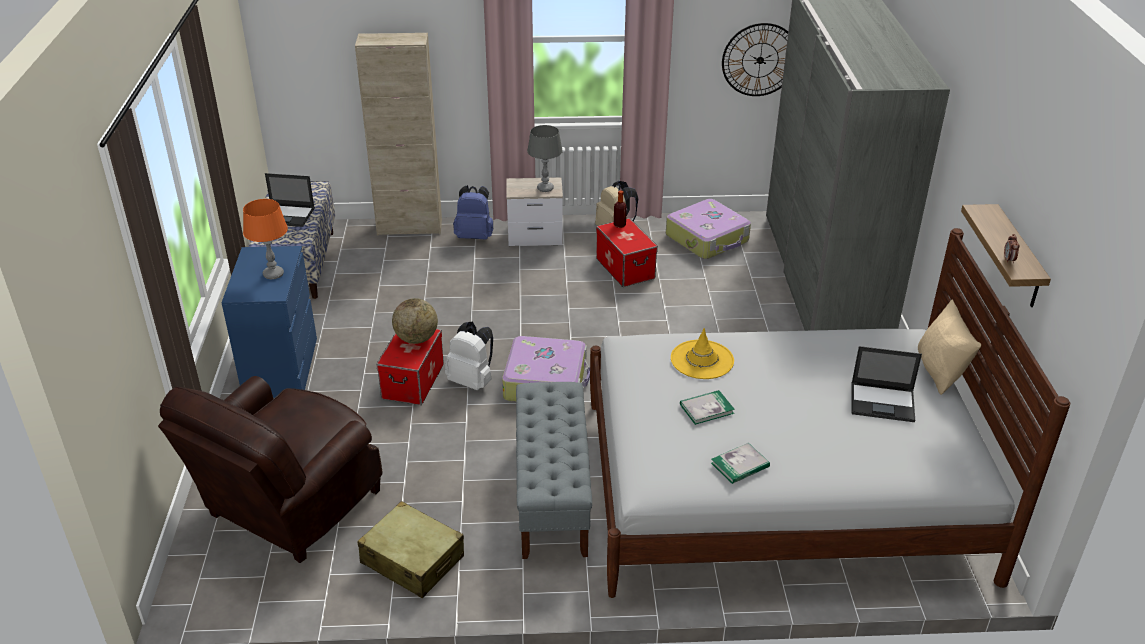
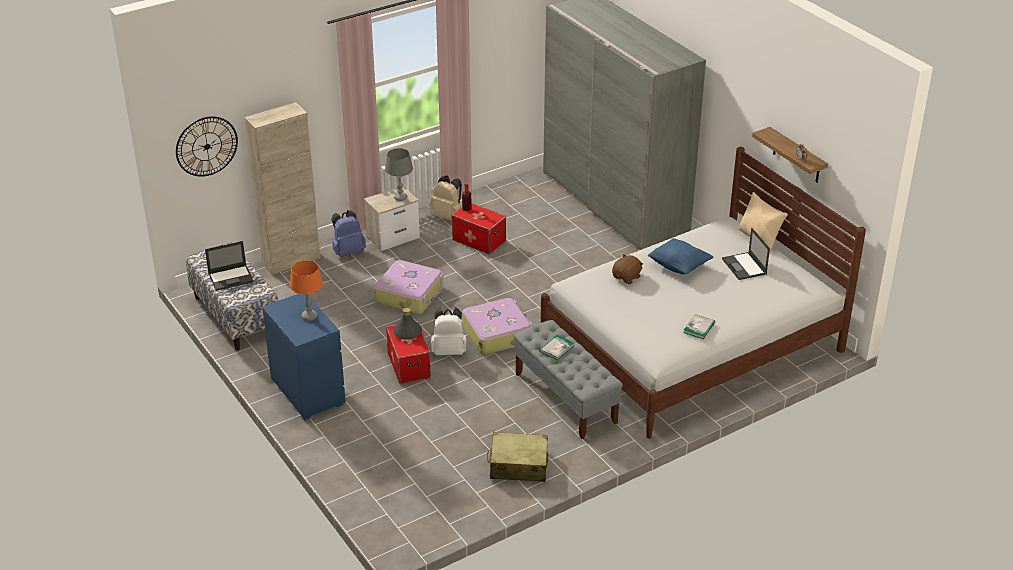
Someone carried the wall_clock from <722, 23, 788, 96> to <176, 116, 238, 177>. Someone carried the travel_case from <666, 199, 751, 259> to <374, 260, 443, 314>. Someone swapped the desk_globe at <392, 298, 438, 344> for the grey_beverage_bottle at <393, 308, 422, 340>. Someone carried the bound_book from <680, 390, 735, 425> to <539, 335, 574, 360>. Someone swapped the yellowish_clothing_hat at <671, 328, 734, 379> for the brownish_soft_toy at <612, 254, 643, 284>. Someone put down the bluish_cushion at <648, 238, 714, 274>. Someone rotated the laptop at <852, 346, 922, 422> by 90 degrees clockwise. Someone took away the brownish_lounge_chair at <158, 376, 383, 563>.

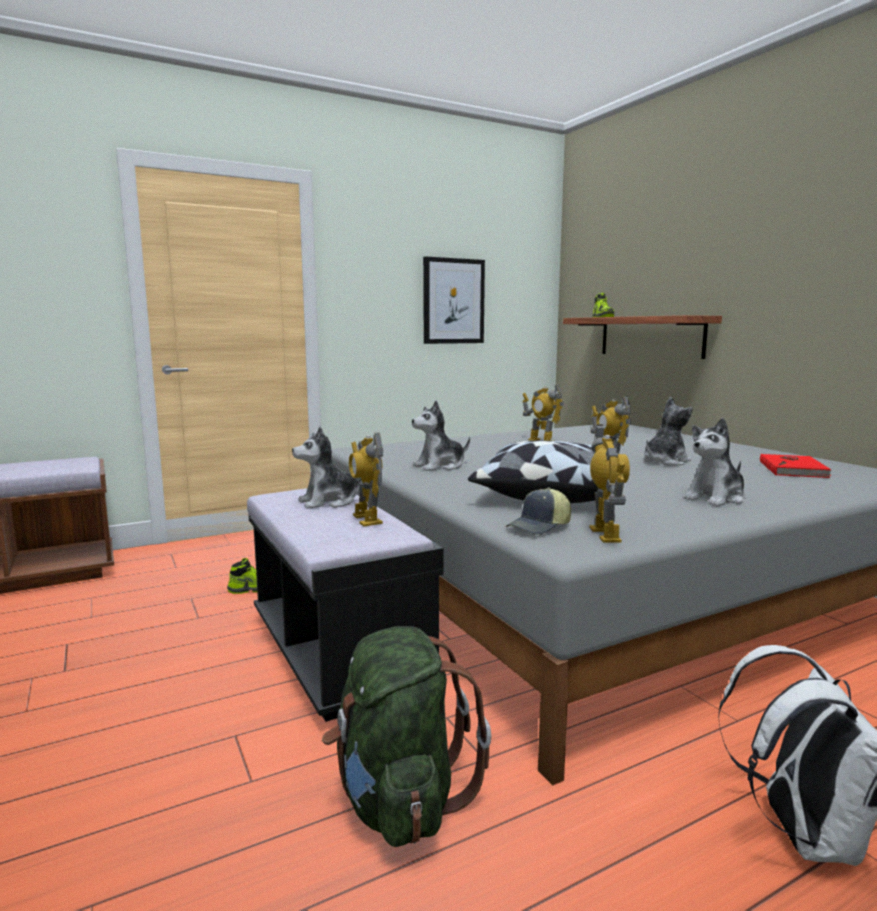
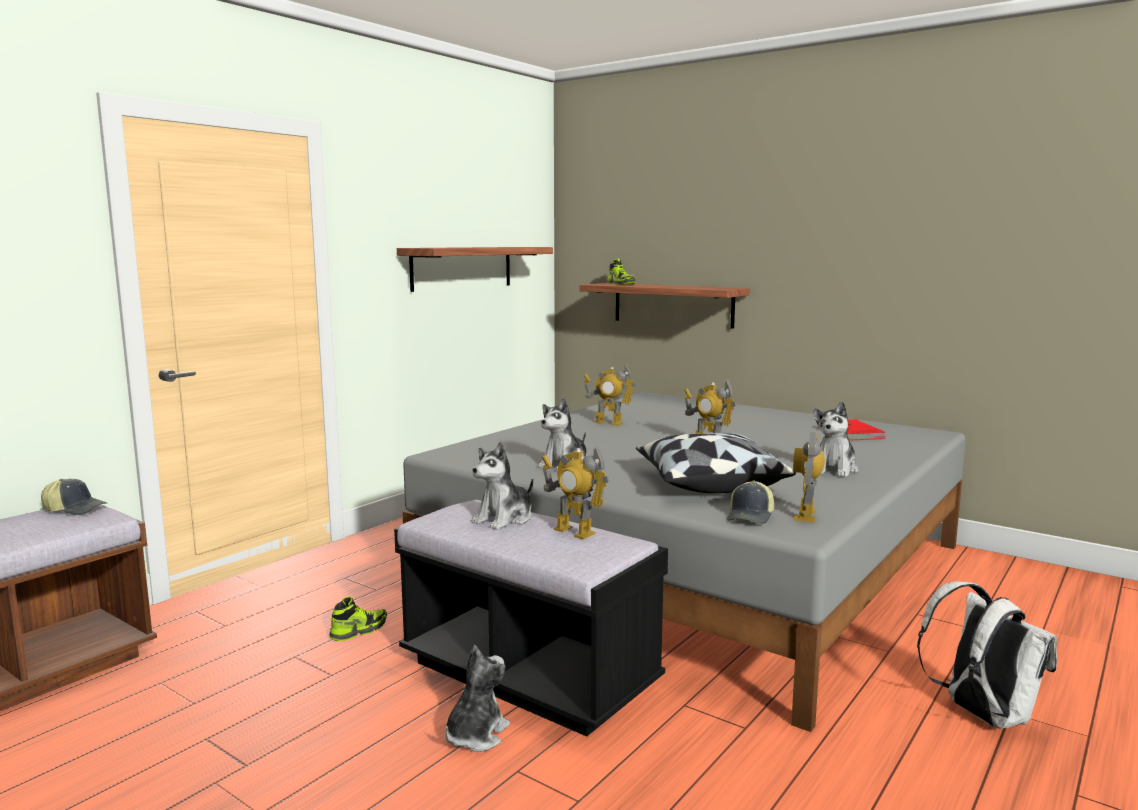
Someone put down the cap at <41, 479, 107, 515>. Someone swapped the picture at <423, 256, 485, 344> for the shelf at <397, 247, 553, 292>. Someone carried the soft_toy from <644, 396, 692, 466> to <446, 645, 510, 752>. Someone rotated the model_robot at <590, 424, 630, 543> by 135 degrees counterclockwise. Someone took away the green-coloured_knapsack at <322, 626, 491, 847>.

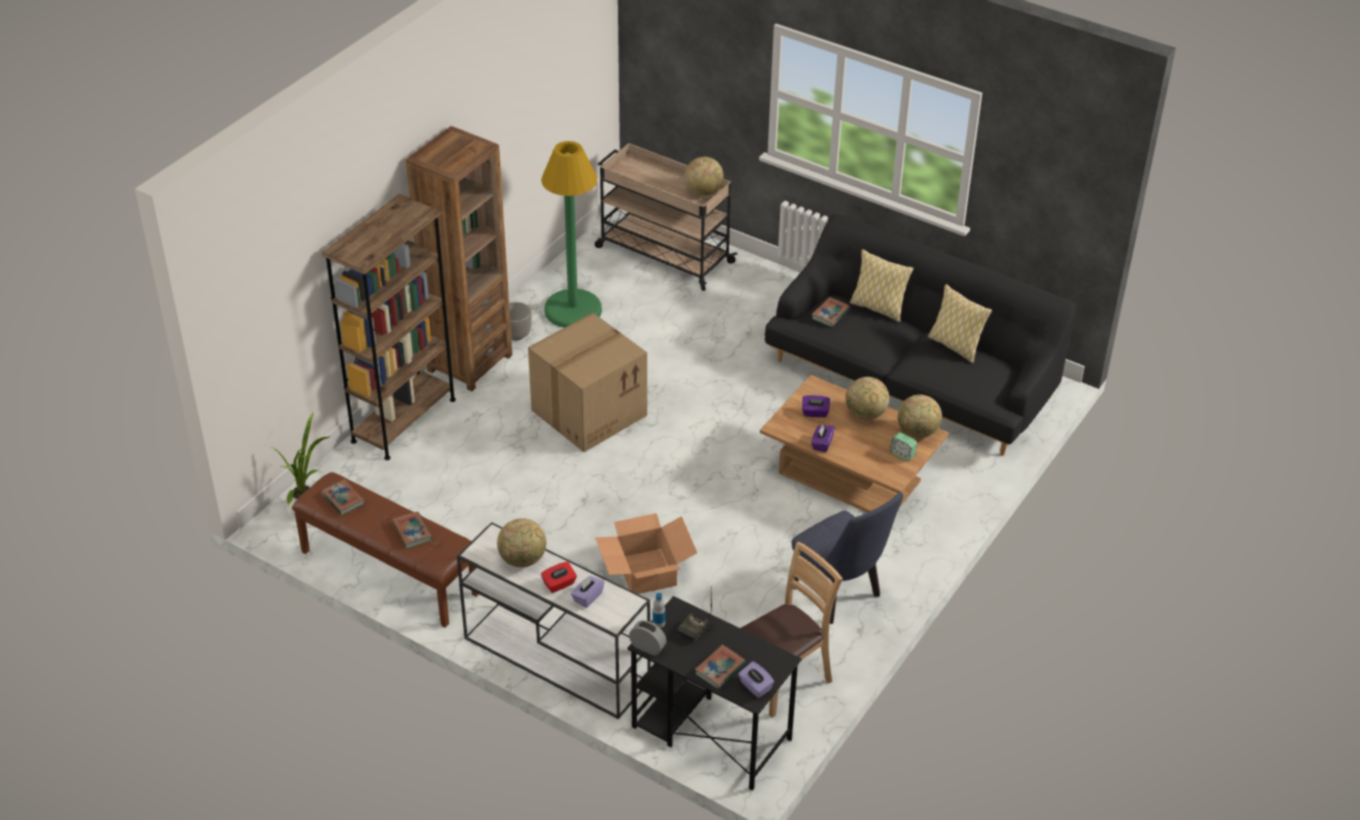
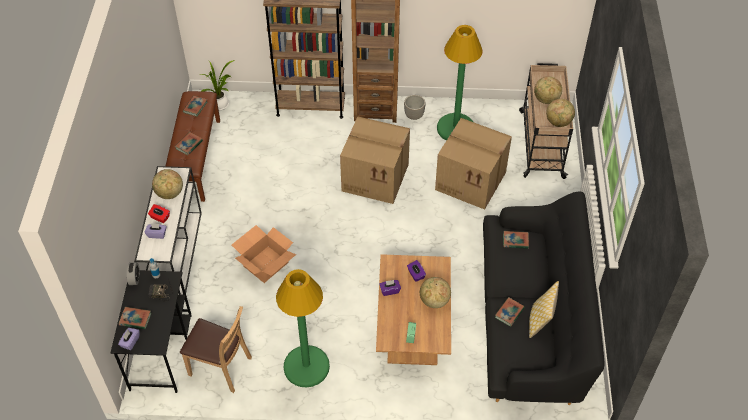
Someone swapped the bluish_plain_chair at <792, 492, 903, 624> for the green-coloured_standing_lamp at <276, 269, 330, 387>. Someone put down the cardboard_box at <435, 118, 512, 210>. Someone put down the bound_book at <495, 297, 525, 327>. Someone carried the desk_globe from <898, 395, 942, 438> to <534, 76, 562, 104>. Someone took away the cushion at <850, 249, 913, 322>.

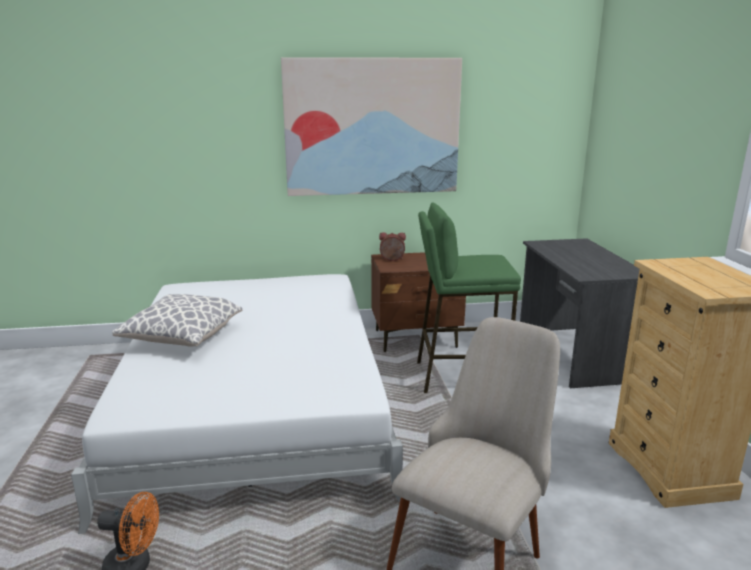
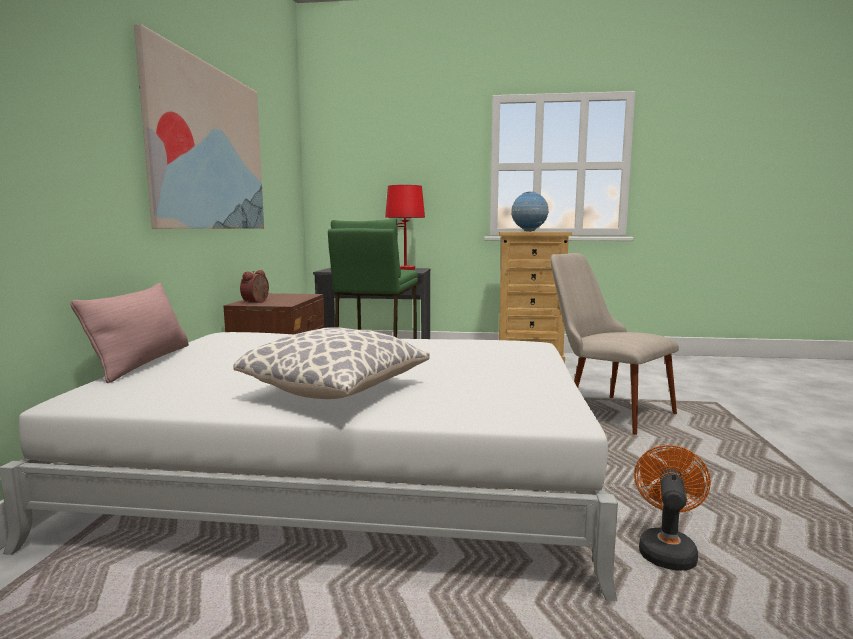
Someone put down the pinkish_cushion at <70, 283, 189, 383>. Someone put down the red_tabletop_lamp at <385, 185, 425, 270>. Someone put down the desk_globe at <511, 191, 549, 232>.

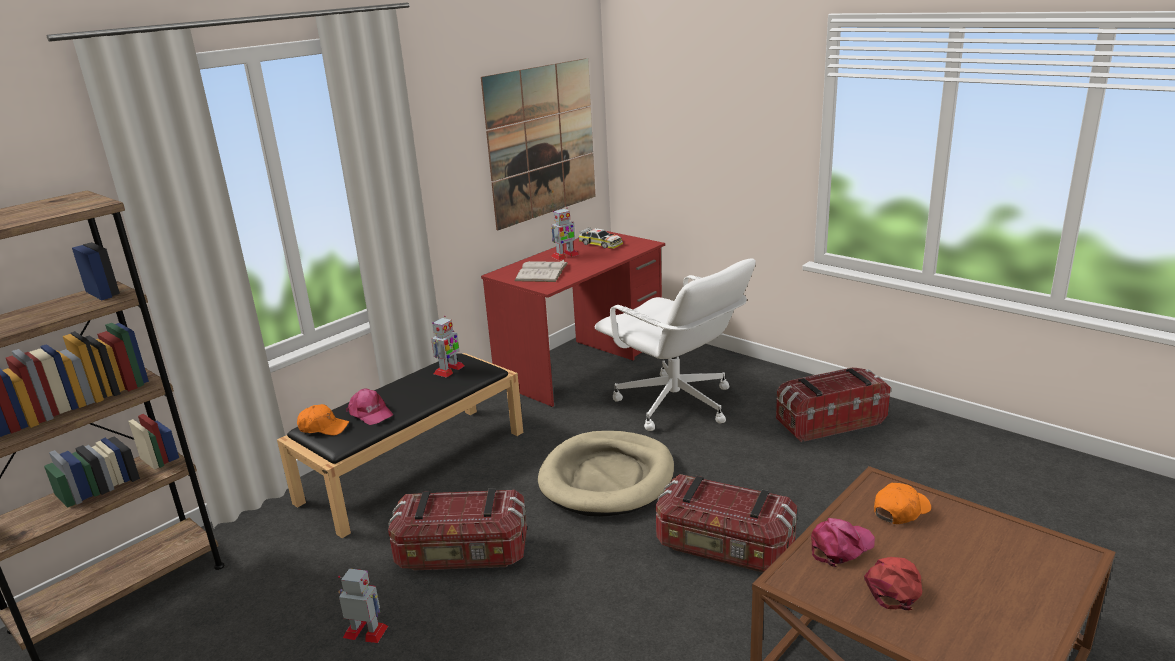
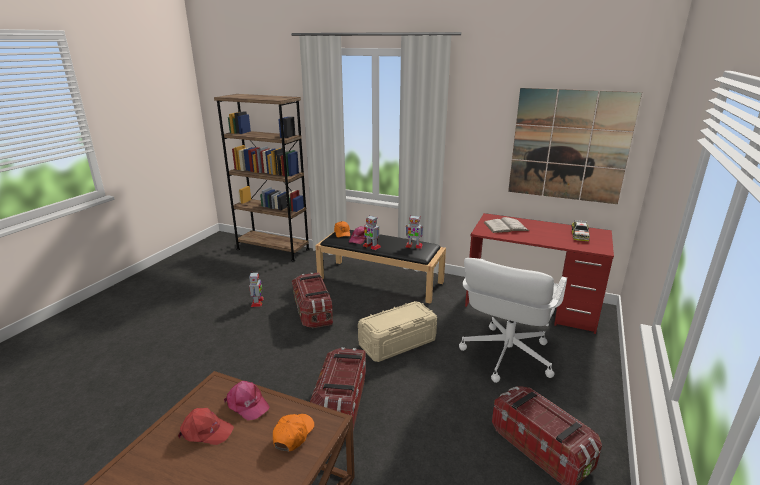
Someone rotated the orangey_cap at <874, 483, 931, 524> by 105 degrees counterclockwise. Someone swapped the beige-coloured_pet_bed at <538, 431, 674, 517> for the beige-coloured_storage_bin at <358, 301, 437, 362>. Someone carried the model_robot from <551, 207, 579, 260> to <363, 215, 381, 250>.

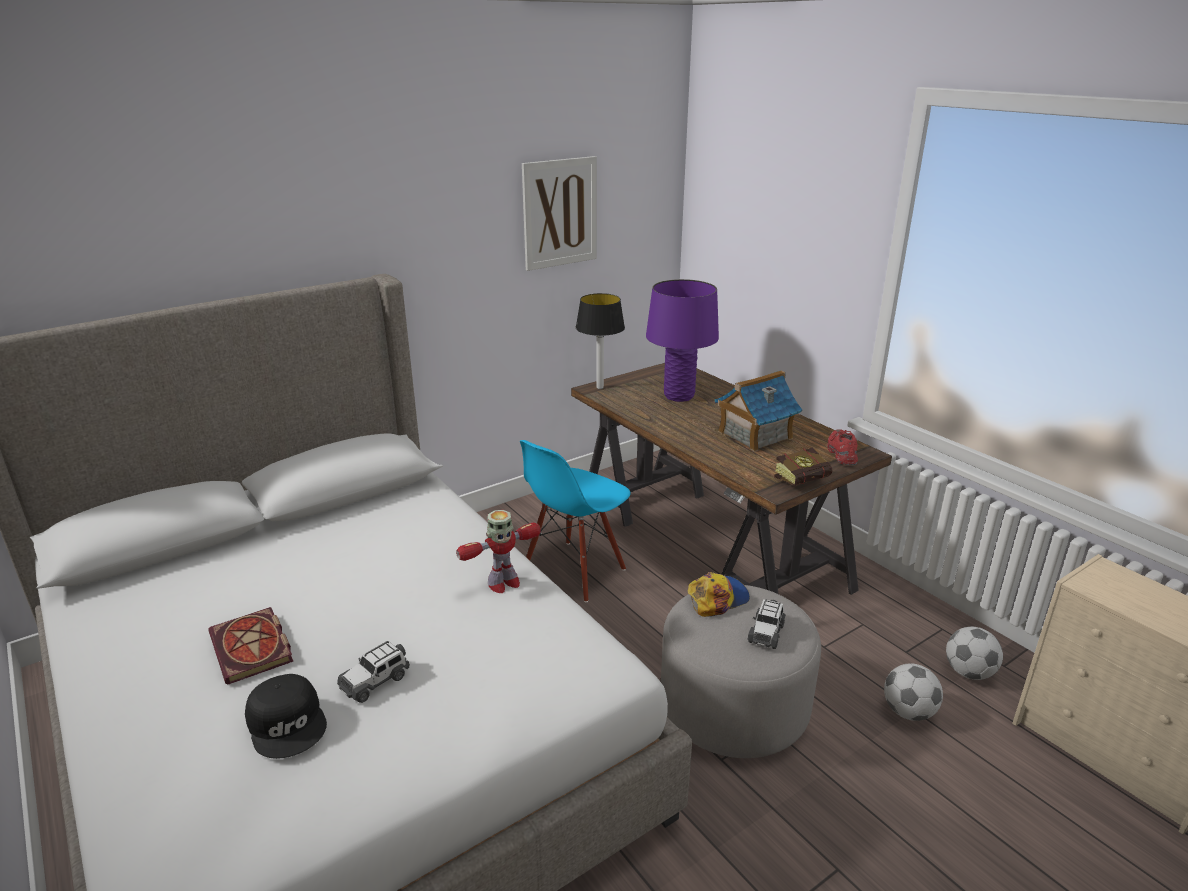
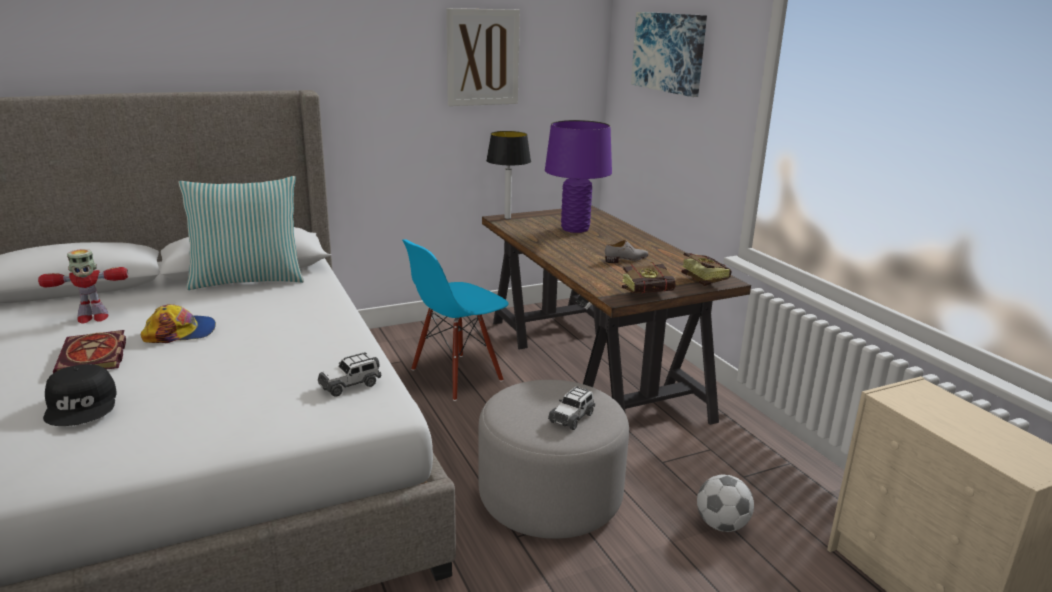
Someone carried the model_robot from <456, 510, 541, 593> to <38, 249, 128, 323>. Someone carried the cap from <688, 572, 750, 617> to <141, 304, 216, 343>. Someone put down the cushion at <178, 176, 304, 290>. Someone carried the model_car from <337, 641, 410, 703> to <318, 352, 382, 397>. Someone swapped the toy_house at <715, 370, 802, 452> for the grey_item_of_footwear at <605, 240, 649, 263>. Someone put up the picture at <631, 12, 707, 97>. Someone swapped the red_item_of_footwear at <827, 429, 858, 465> for the bound_book at <681, 252, 731, 286>. Someone took away the football at <946, 627, 1003, 680>.

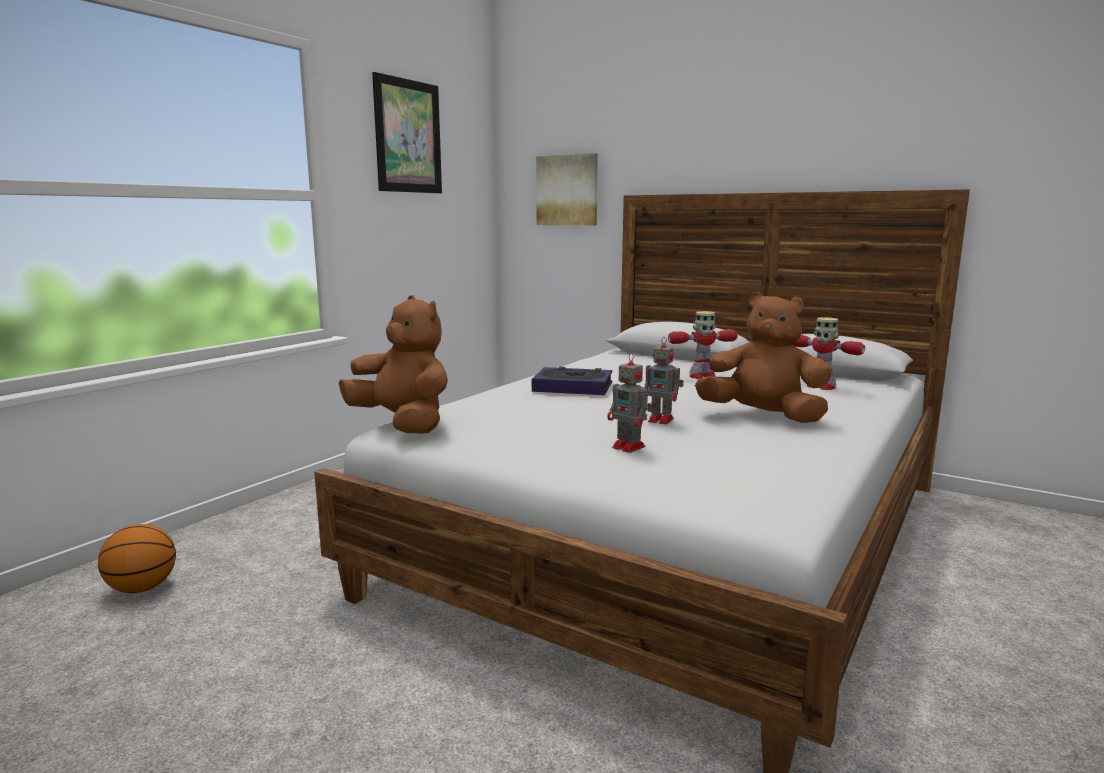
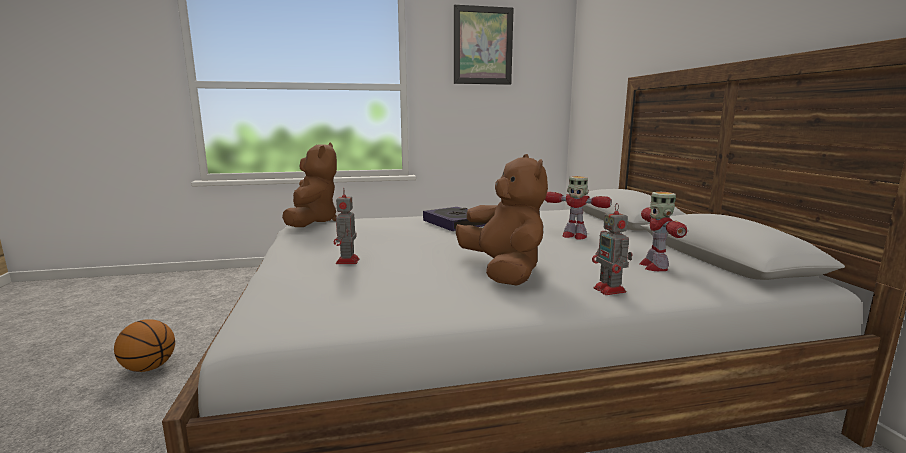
Someone carried the basketball from <98, 524, 176, 593> to <114, 319, 175, 372>. Someone carried the model_robot from <644, 337, 684, 424> to <592, 203, 632, 295>. Someone took away the picture at <536, 153, 598, 226>.

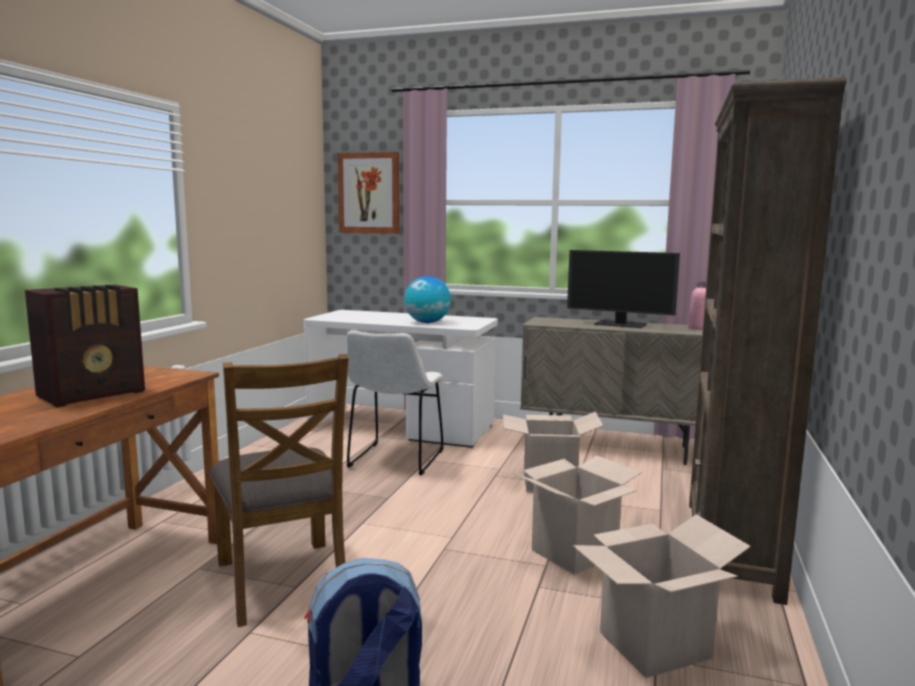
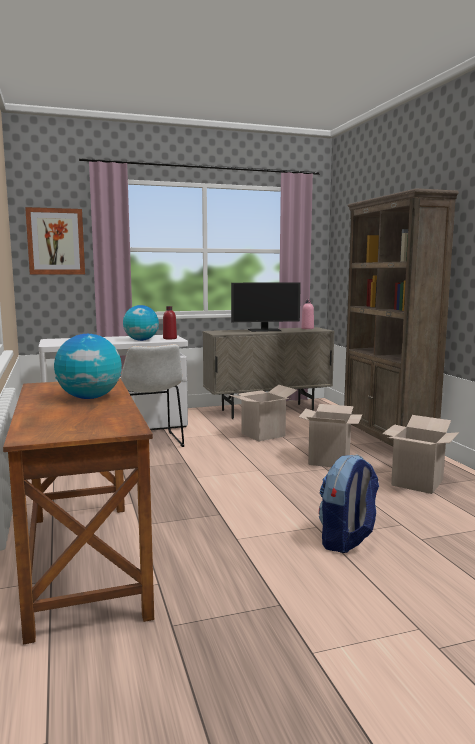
Someone swapped the radio_receiver at <25, 285, 145, 407> for the desk_globe at <54, 334, 122, 399>. Someone put down the red_beverage_bottle at <163, 306, 177, 339>. Someone took away the brownish_plain_chair at <210, 354, 349, 627>.

